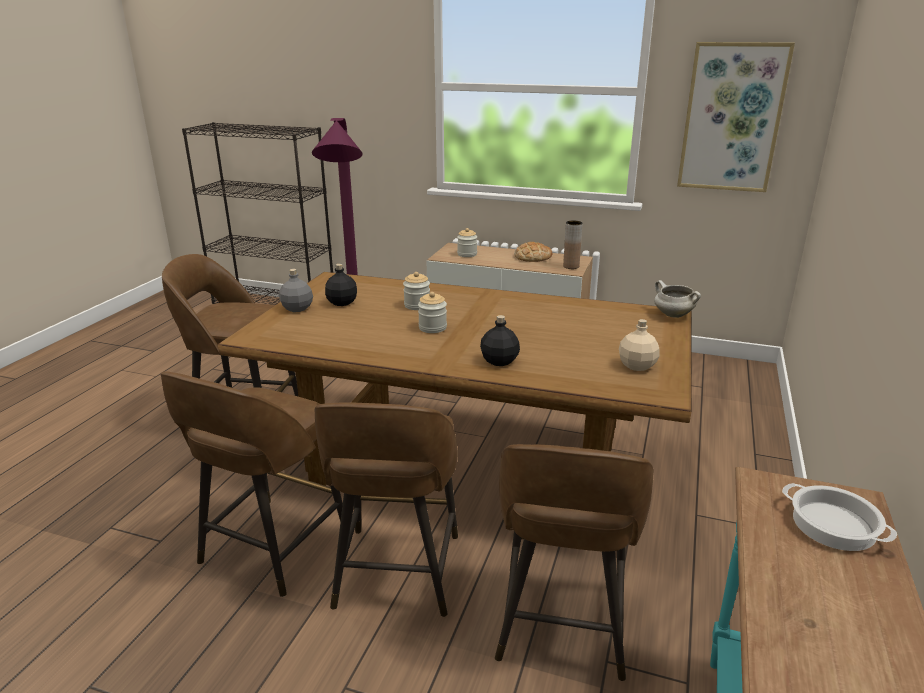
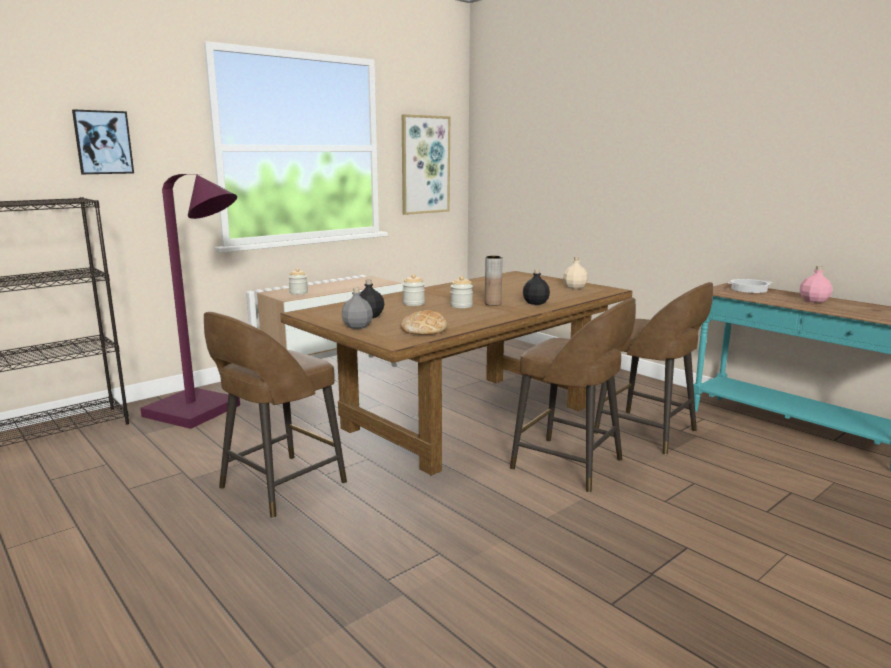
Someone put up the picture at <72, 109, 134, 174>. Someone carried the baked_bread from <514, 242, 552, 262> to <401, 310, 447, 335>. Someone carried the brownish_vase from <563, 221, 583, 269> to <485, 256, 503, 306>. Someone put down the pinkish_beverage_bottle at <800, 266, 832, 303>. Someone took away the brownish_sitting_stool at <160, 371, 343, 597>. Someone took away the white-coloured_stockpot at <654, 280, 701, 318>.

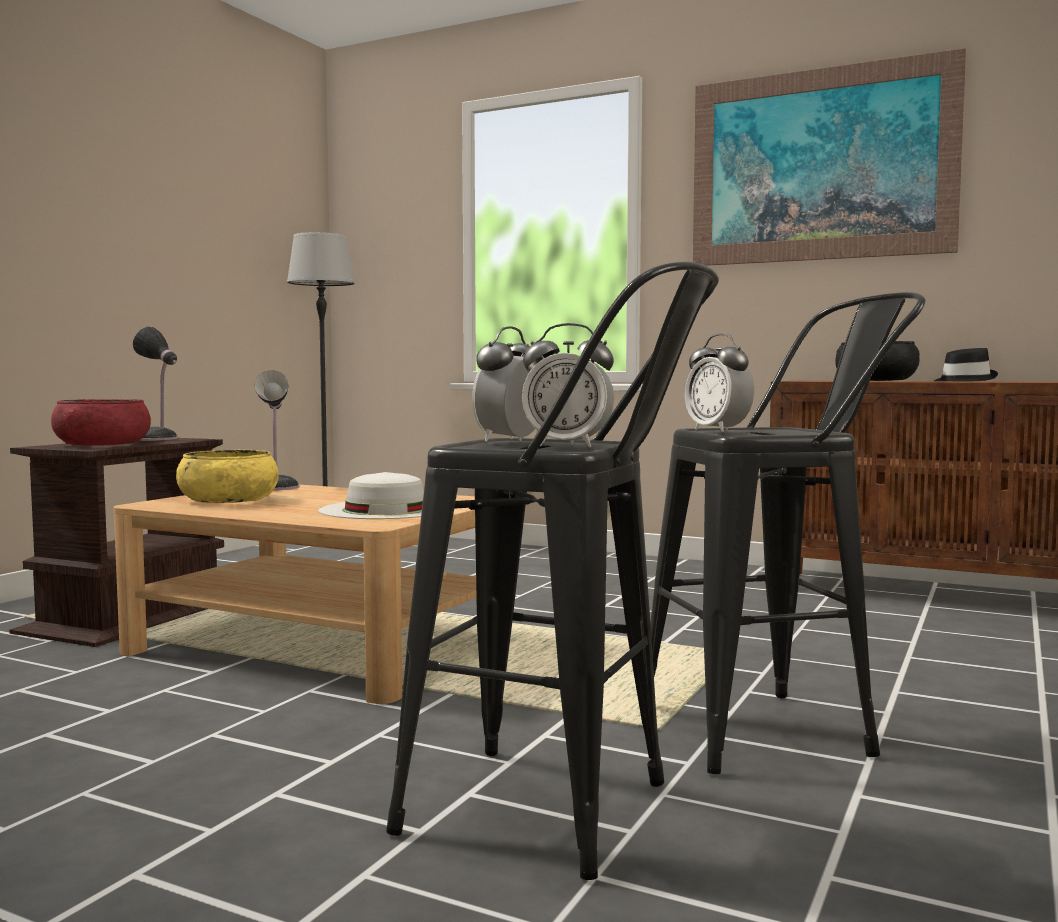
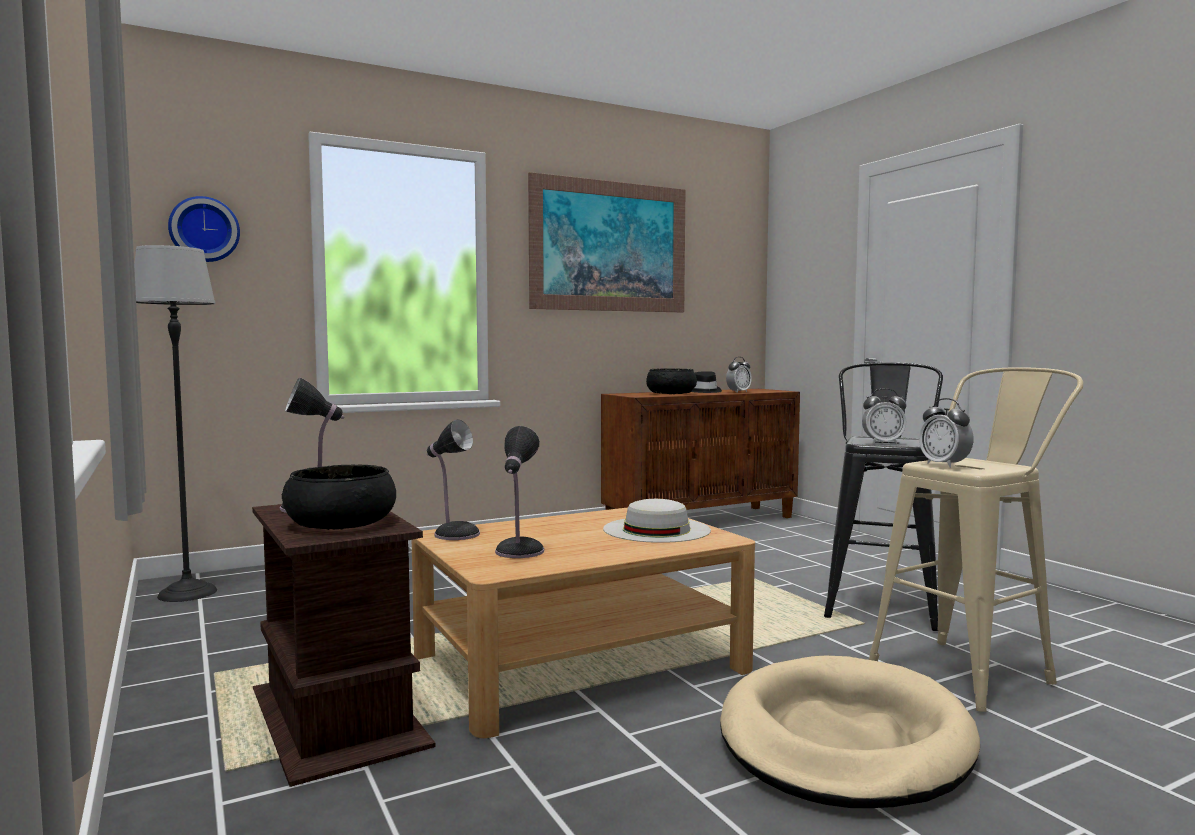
Someone put up the wall_clock at <168, 196, 240, 262>. Someone repainted the red_serving_bowl at <51, 399, 151, 446>, which became the blackish_serving_bowl at <282, 465, 396, 530>. Someone swapped the yellowish_serving_bowl at <176, 450, 279, 503> for the tabletop_lamp at <495, 426, 544, 558>. Someone put down the beige-coloured_pet_bed at <720, 655, 980, 808>. Someone carried the bedside_clock from <522, 323, 614, 447> to <726, 357, 752, 392>. Someone repainted the blackish_sitting_stool at <386, 261, 719, 880>, which became the beige-coloured_sitting_stool at <869, 367, 1084, 712>.

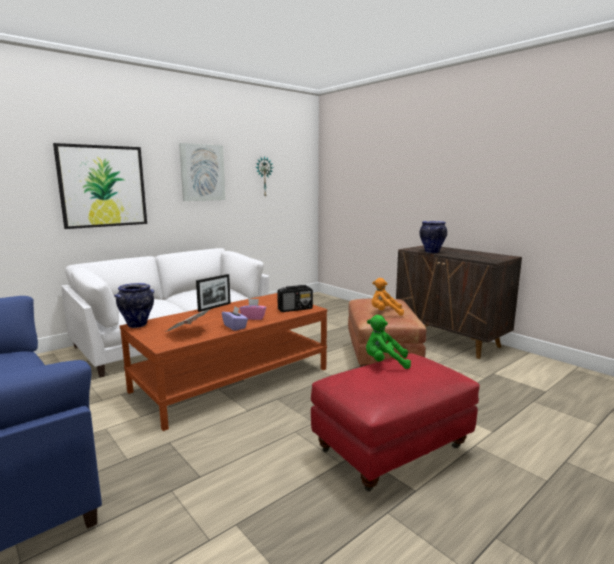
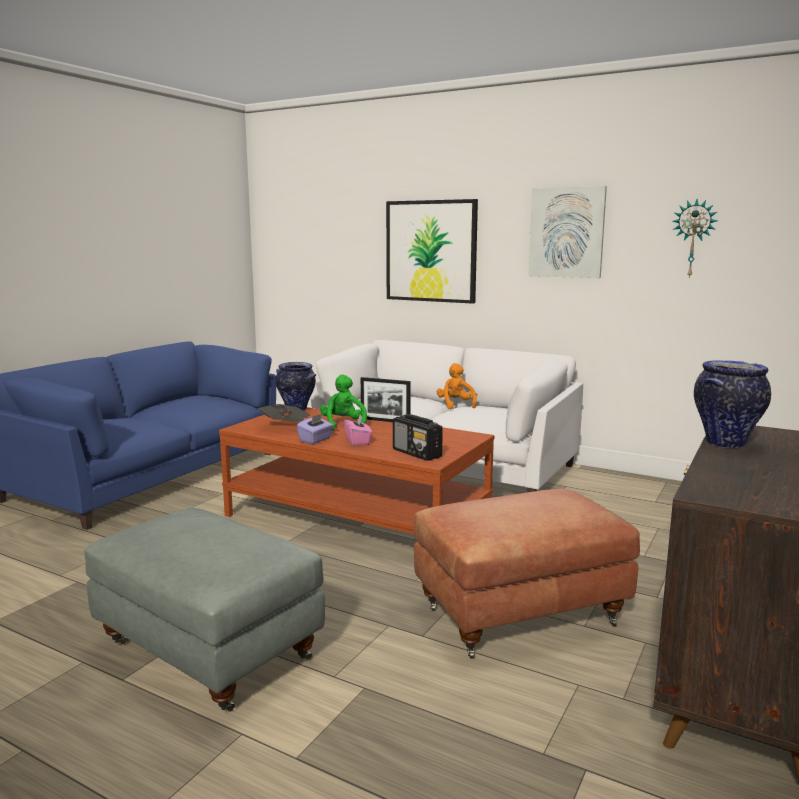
Someone repainted the red_ottoman at <311, 353, 480, 492>, which became the grey_ottoman at <85, 508, 325, 712>. Someone carried the green-coloured_soft_toy from <366, 315, 411, 369> to <320, 375, 367, 431>. Someone carried the orangey_soft_toy from <372, 278, 404, 316> to <437, 363, 477, 409>.

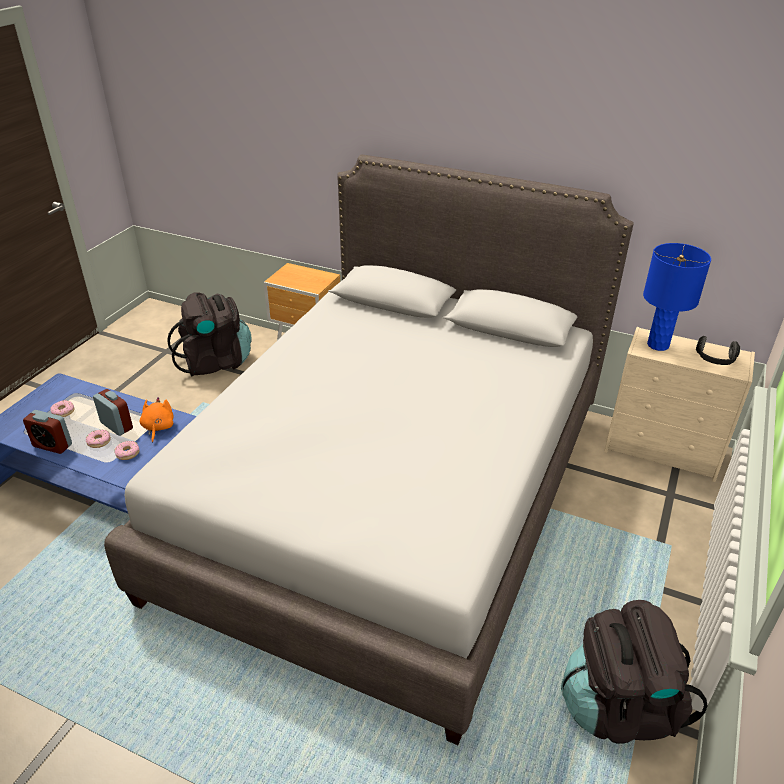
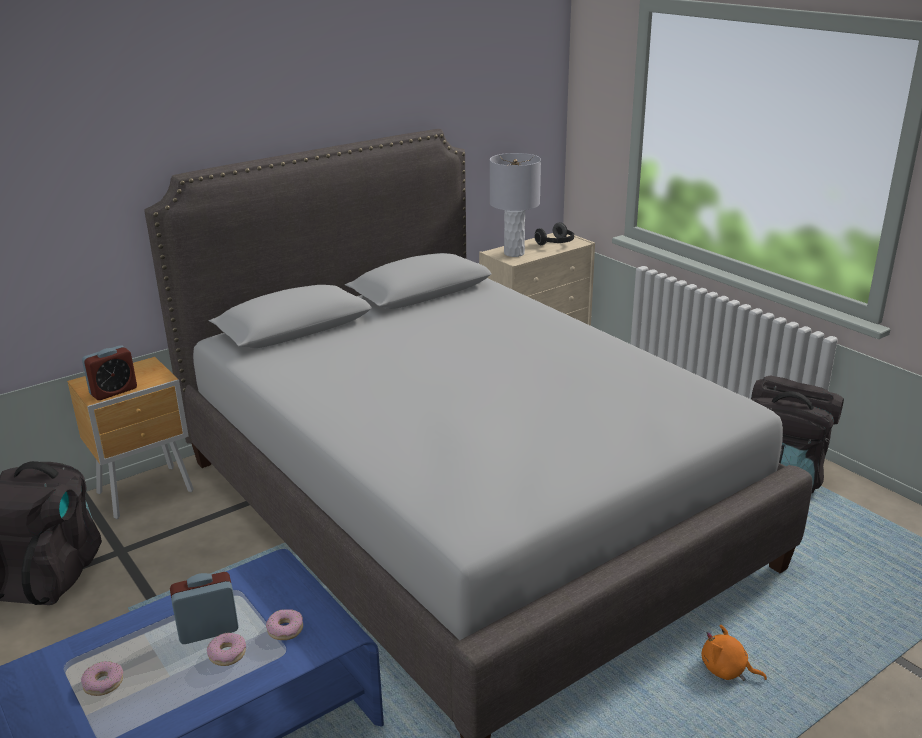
Someone carried the bedside_clock from <23, 410, 72, 454> to <82, 345, 137, 400>. Someone repainted the bluish_tabletop_lamp at <643, 243, 711, 351>, which became the grey_tabletop_lamp at <490, 153, 541, 257>. Someone carried the orangey_soft_toy from <140, 397, 173, 443> to <701, 625, 767, 681>.

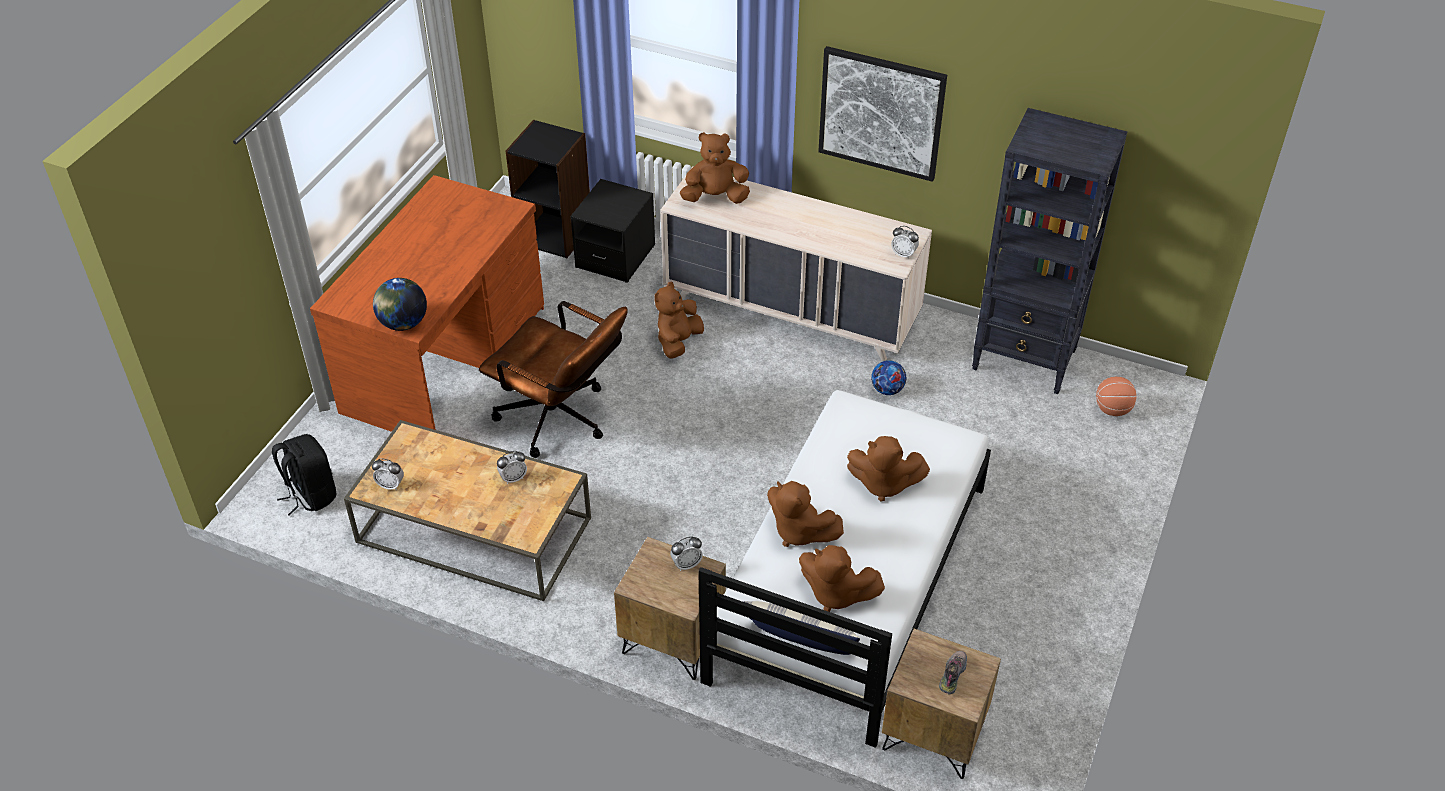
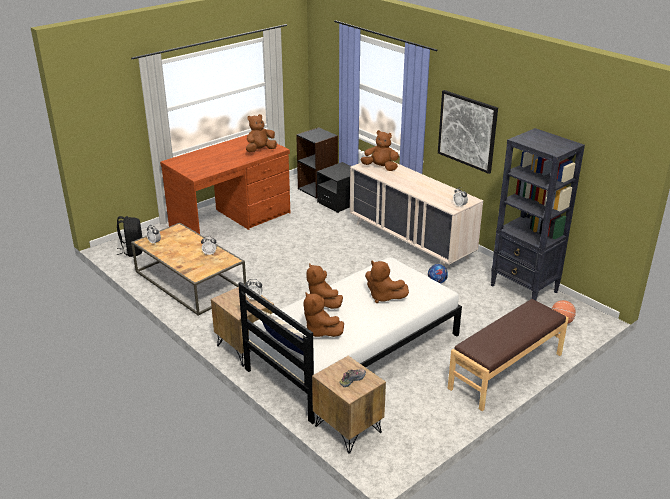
Someone carried the brownish_soft_toy from <654, 281, 704, 359> to <246, 114, 277, 152>. Someone put down the brownish_indoor_bench at <448, 299, 569, 411>. Someone took away the desk_globe at <373, 278, 427, 331>. Someone took away the brownish_desk_chair at <479, 301, 628, 458>.

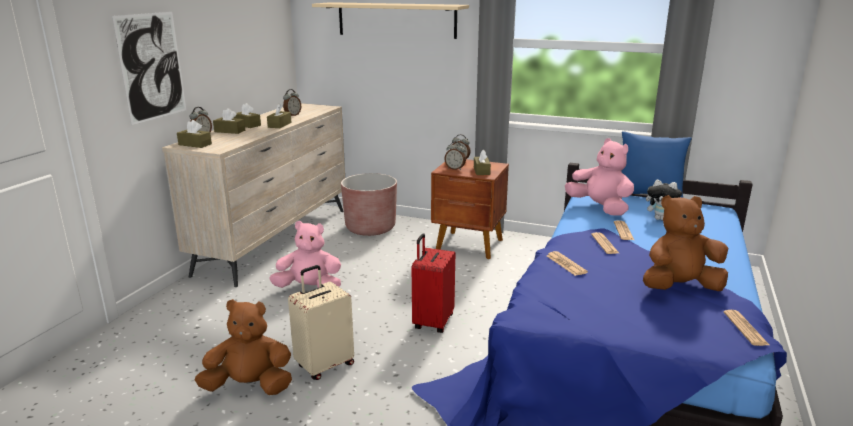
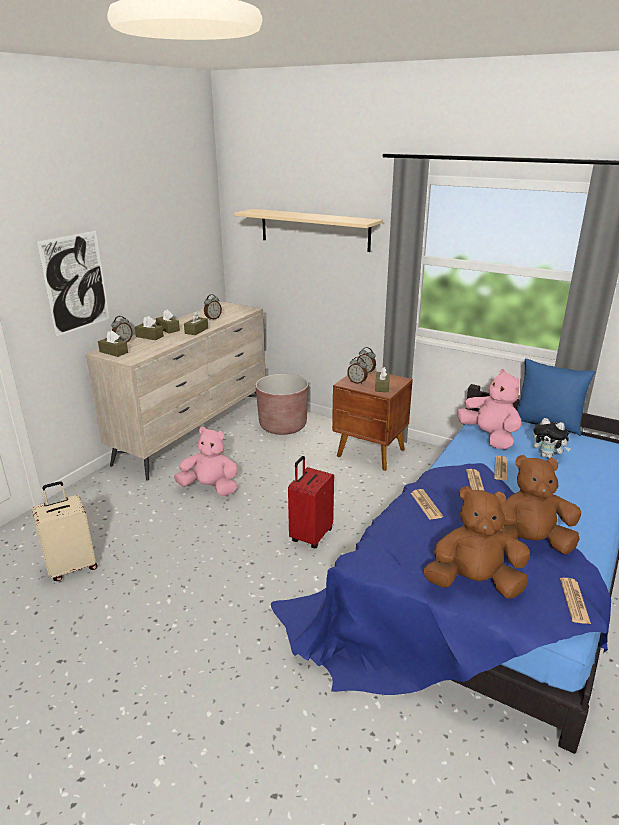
Someone carried the beige-coloured_travel_case from <288, 265, 354, 380> to <32, 481, 98, 581>. Someone carried the brownish_soft_toy from <195, 299, 292, 395> to <423, 486, 530, 599>.

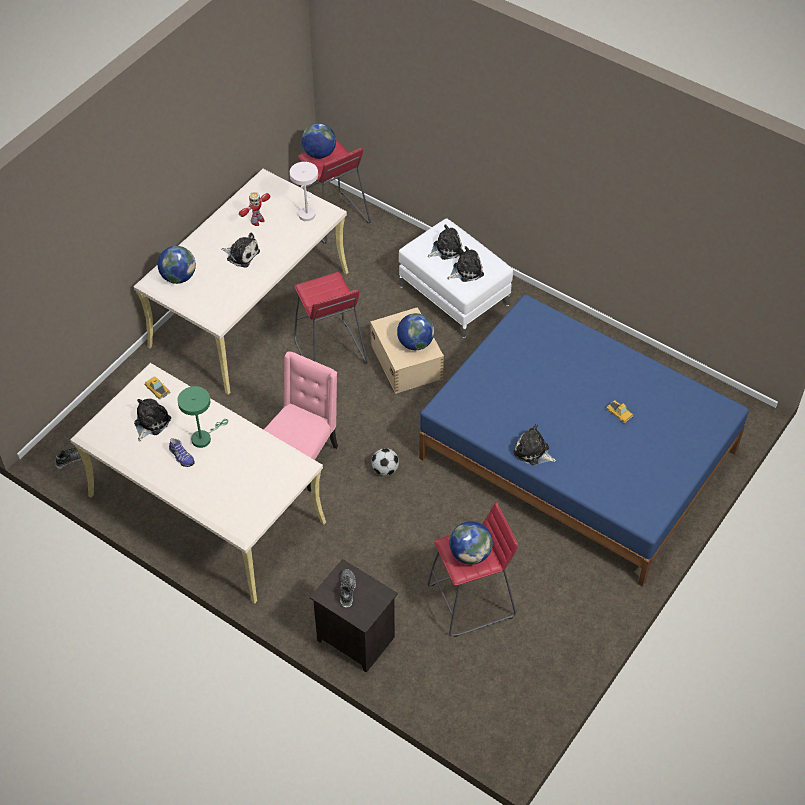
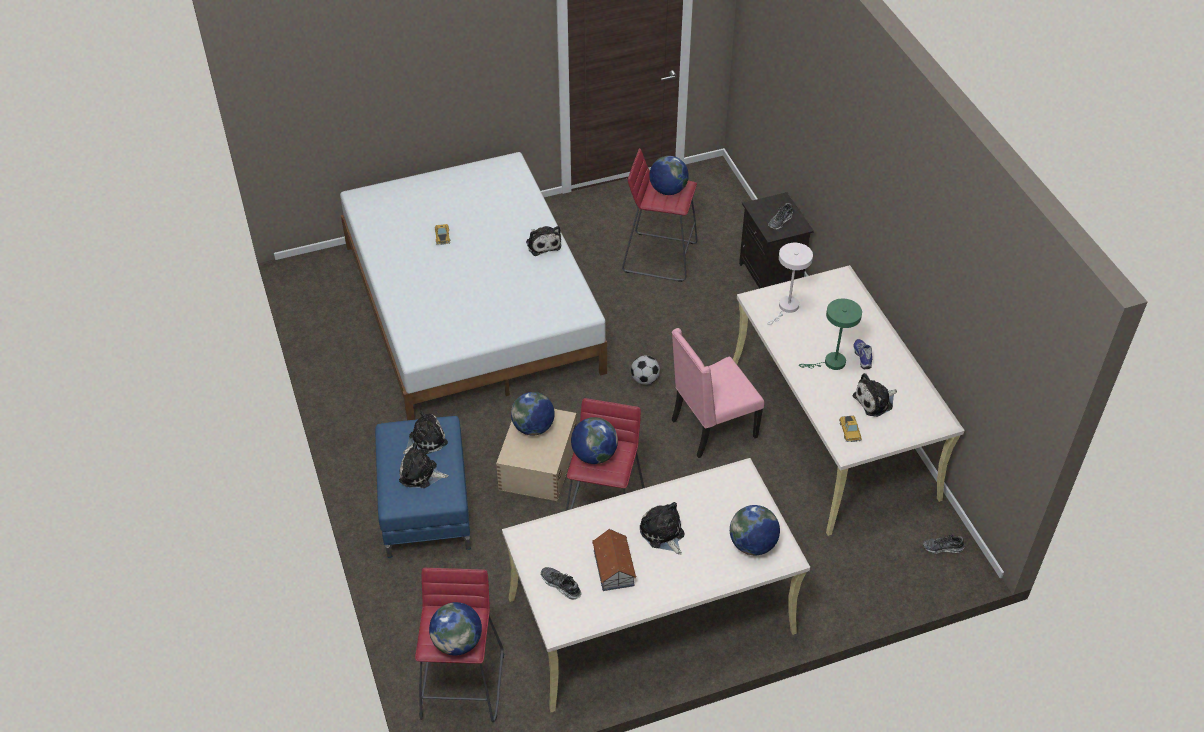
Someone repainted the bluish_sleeping_bed at <419, 295, 749, 586>, which became the white-coloured_sleeping_bed at <340, 152, 607, 420>. Someone repainted the white-coloured_ottoman at <399, 218, 513, 338>, which became the bluish_ottoman at <375, 416, 471, 558>. Someone rotated the soft_toy at <447, 246, 484, 282> by 135 degrees clockwise. Someone put down the item_of_footwear at <540, 567, 582, 600>. Someone put down the desk_globe at <571, 417, 618, 464>. Someone swapped the model_robot at <239, 192, 270, 226> for the toy_house at <592, 529, 637, 591>. Someone carried the white-coloured_tabletop_lamp from <290, 162, 318, 221> to <767, 243, 813, 325>.

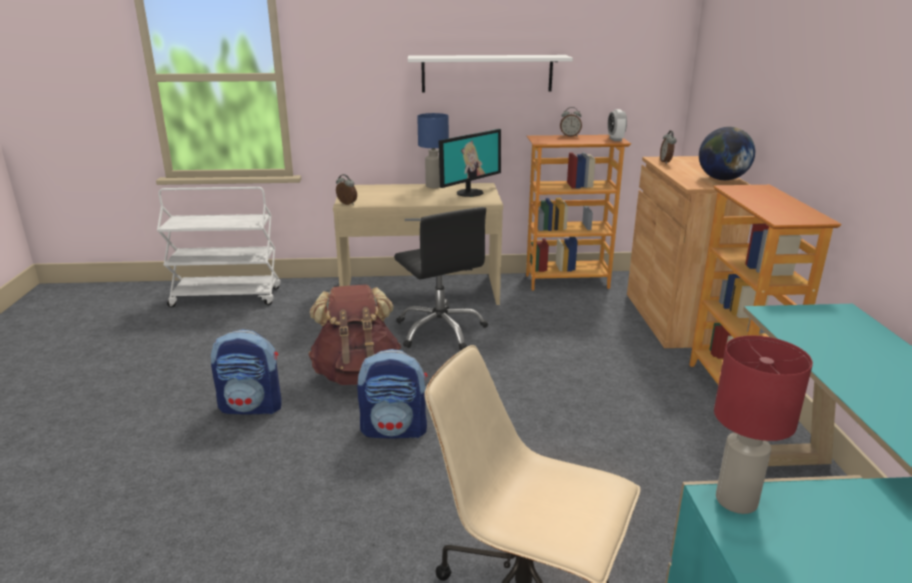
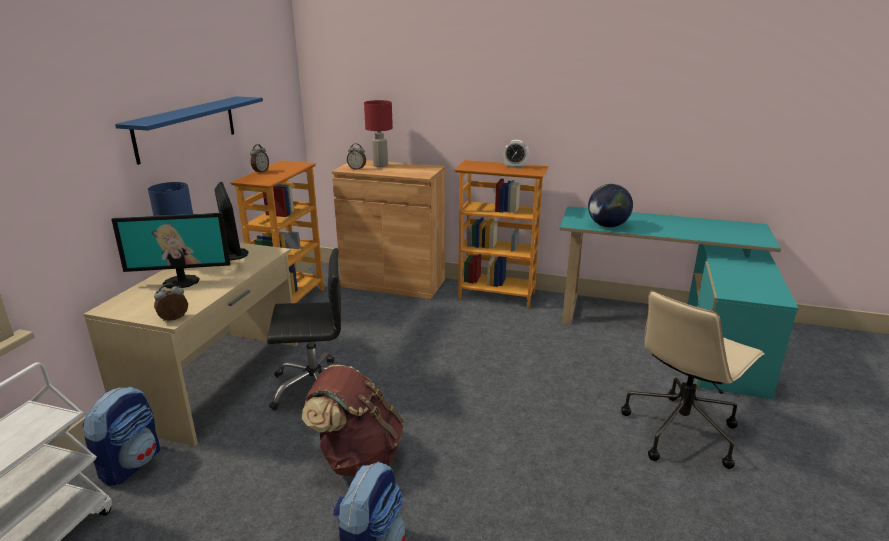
Someone carried the knapsack from <357, 349, 428, 439> to <82, 386, 160, 486>. Someone put down the computer_display at <111, 213, 231, 288>. Someone repainted the white-coloured_shelf at <408, 55, 573, 93>, which became the bluish_shelf at <115, 96, 263, 165>. Someone carried the red_tabletop_lamp from <714, 335, 813, 514> to <364, 100, 393, 167>. Someone carried the bedside_clock from <608, 109, 627, 141> to <503, 140, 529, 168>. Someone carried the desk_globe from <699, 127, 755, 180> to <588, 184, 633, 227>.

